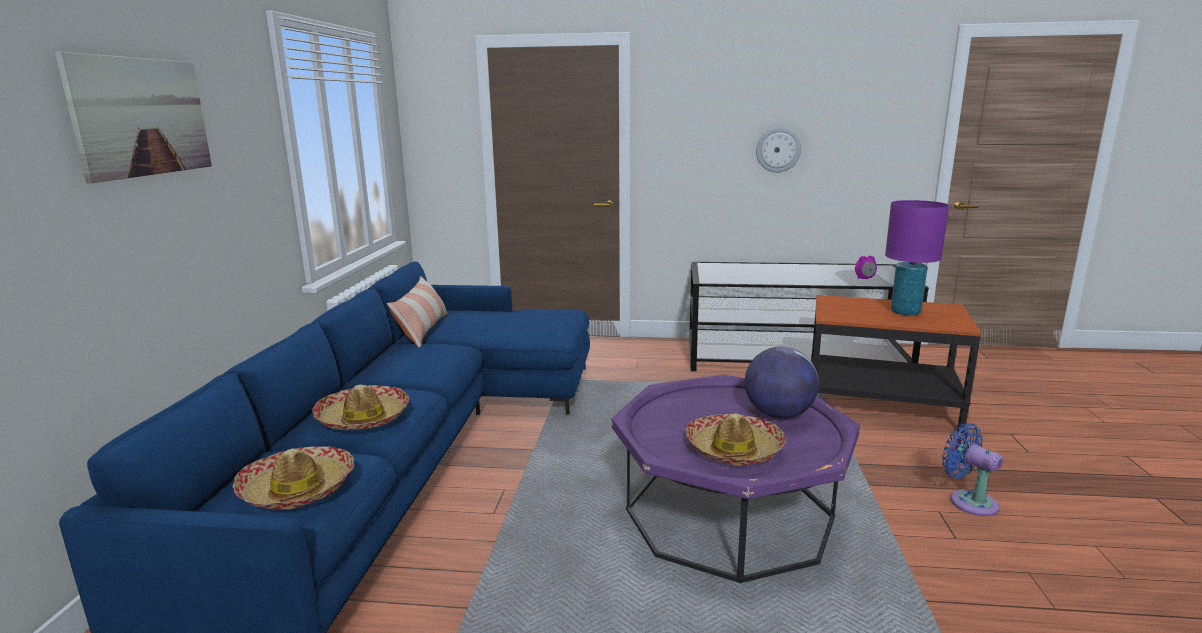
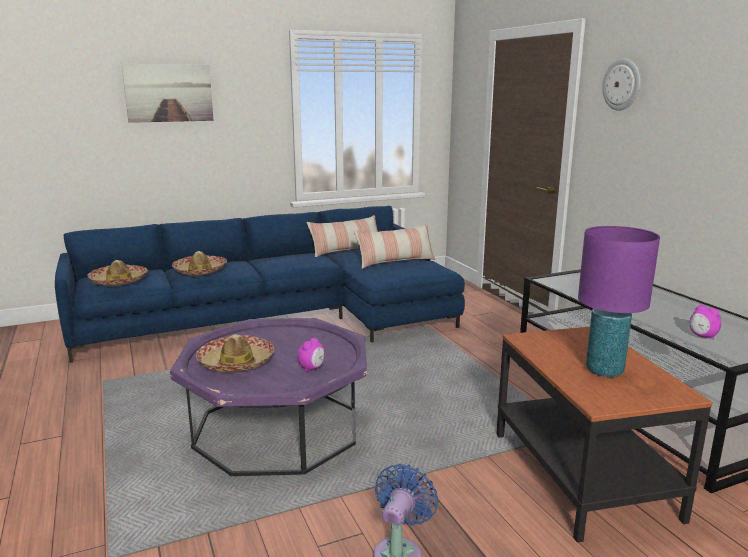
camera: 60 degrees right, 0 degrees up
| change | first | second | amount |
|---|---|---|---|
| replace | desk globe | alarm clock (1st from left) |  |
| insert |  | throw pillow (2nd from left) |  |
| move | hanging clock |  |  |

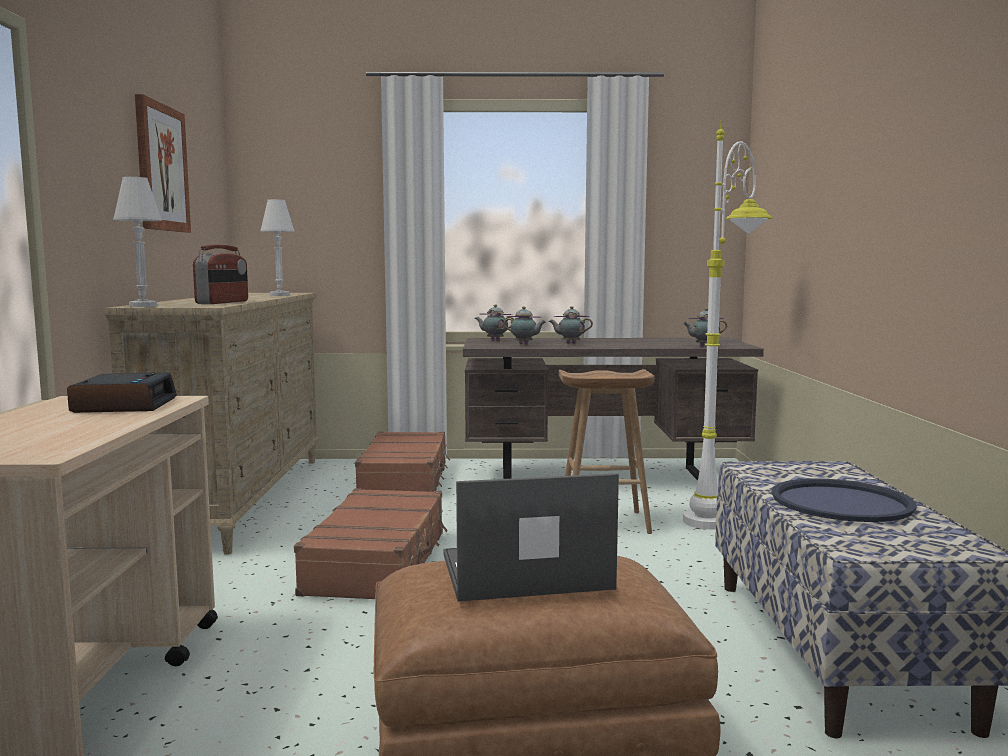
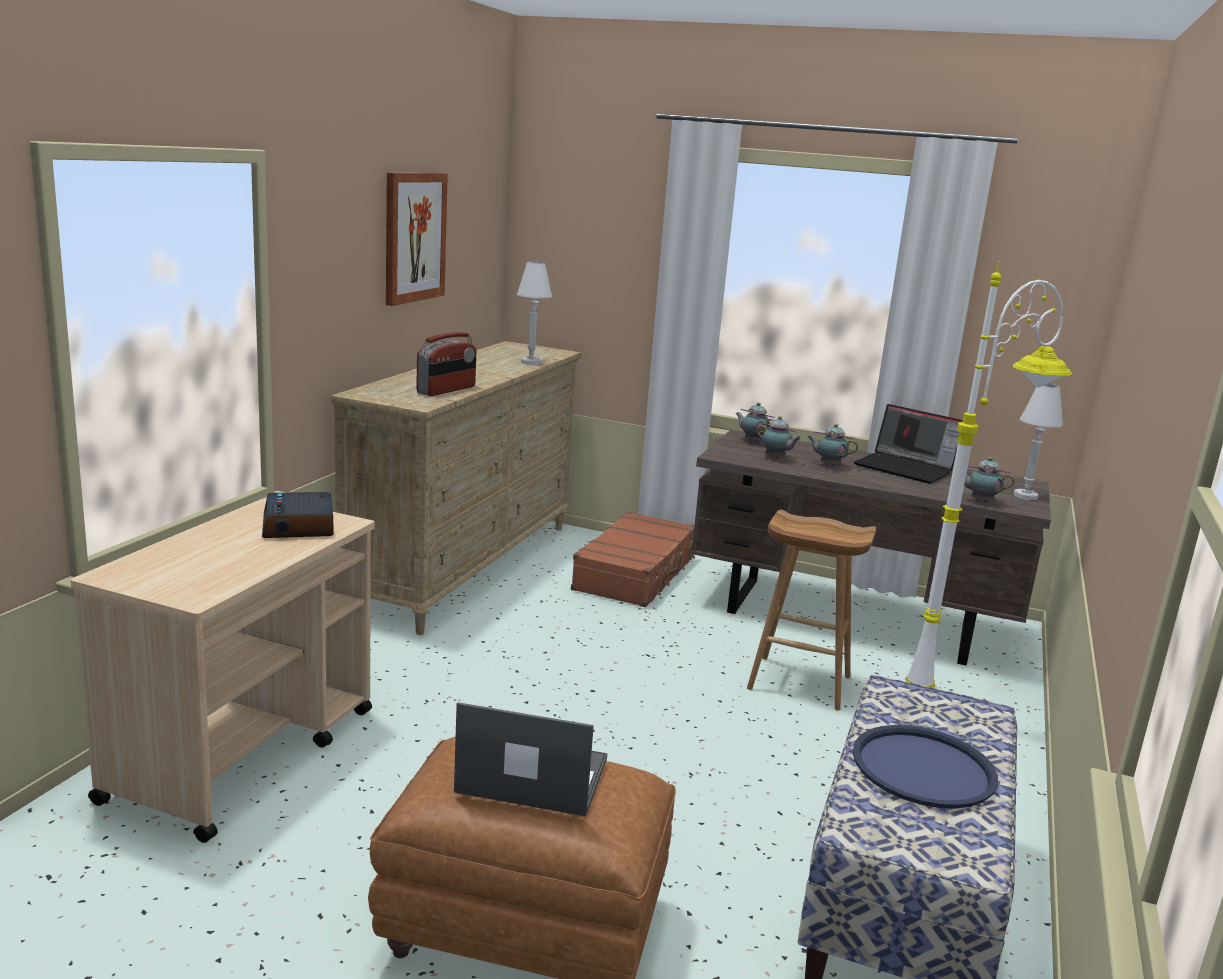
camera: 20 degrees right, 10 degrees up
| change | first | second | amount |
|---|---|---|---|
| rotate | alarm clock |  | 150 degrees clockwise |
| insert |  | portable computer (2nd from left) |  |
| move | lamp for a table/whitish (1st from left in the first image) | lamp for a table/whitish (2nd from left) |  |
| delete | suitcase/brown (1st from left) |  |  |

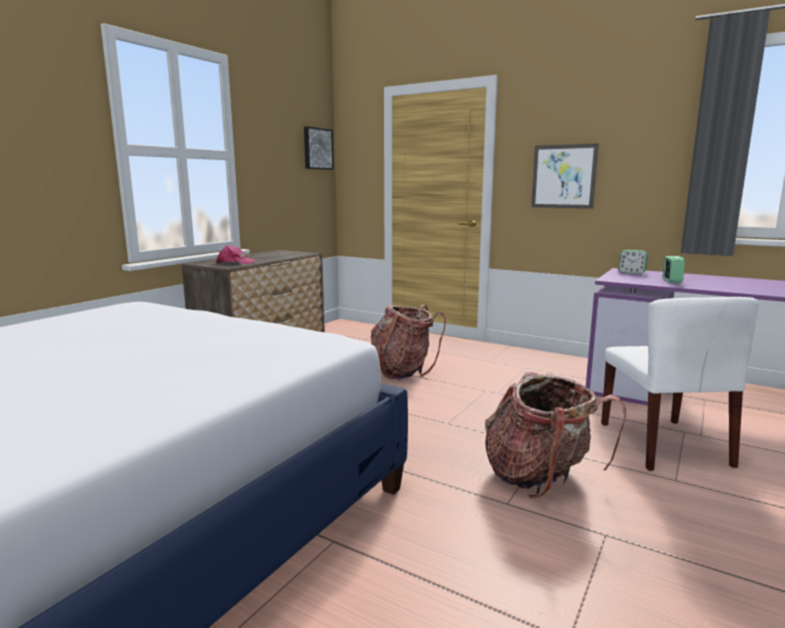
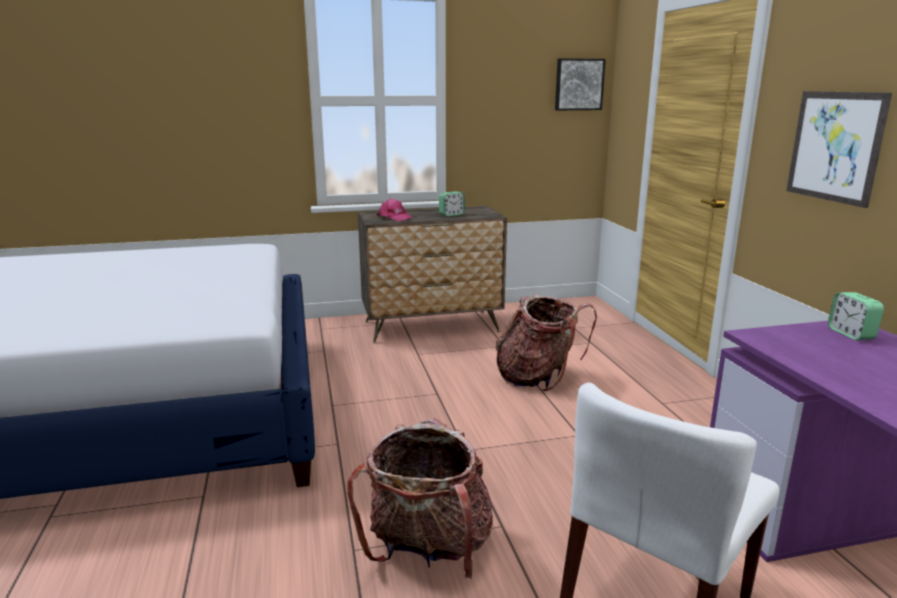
camera: 45 degrees right, 5 degrees up
| change | first | second | amount |
|---|---|---|---|
| move | alarm clock (2nd from left in the first image) | alarm clock (1st from left) |  |

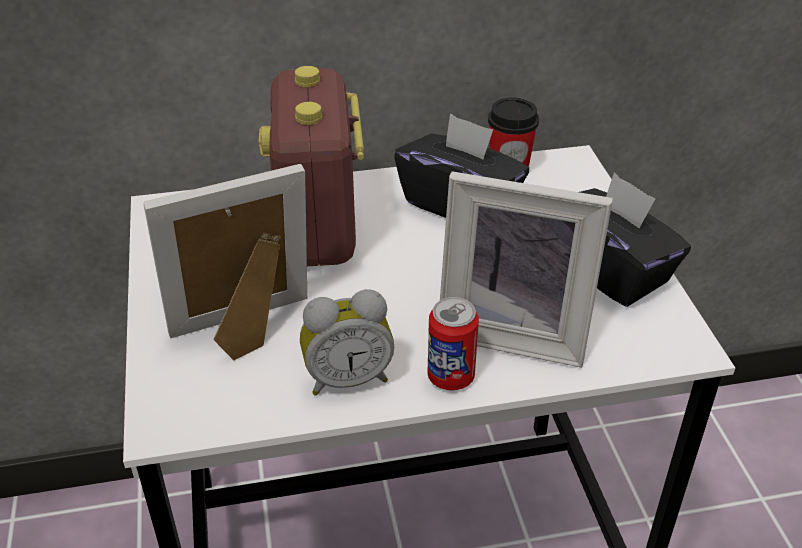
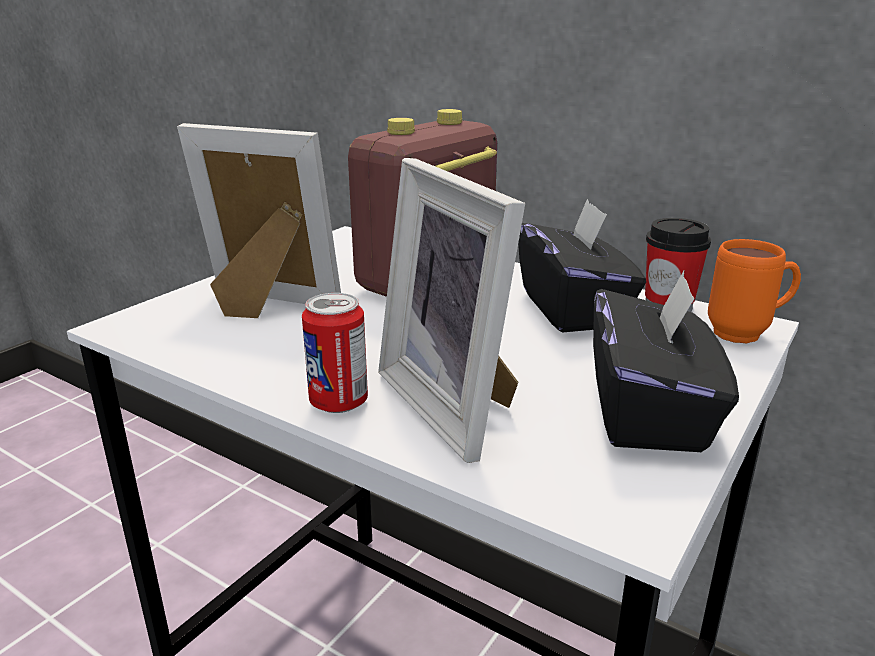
camera: 45 degrees right, 15 degrees down
| change | first | second | amount |
|---|---|---|---|
| insert |  | tea mug/orangey |  |
| delete | alarm clock |  |  |

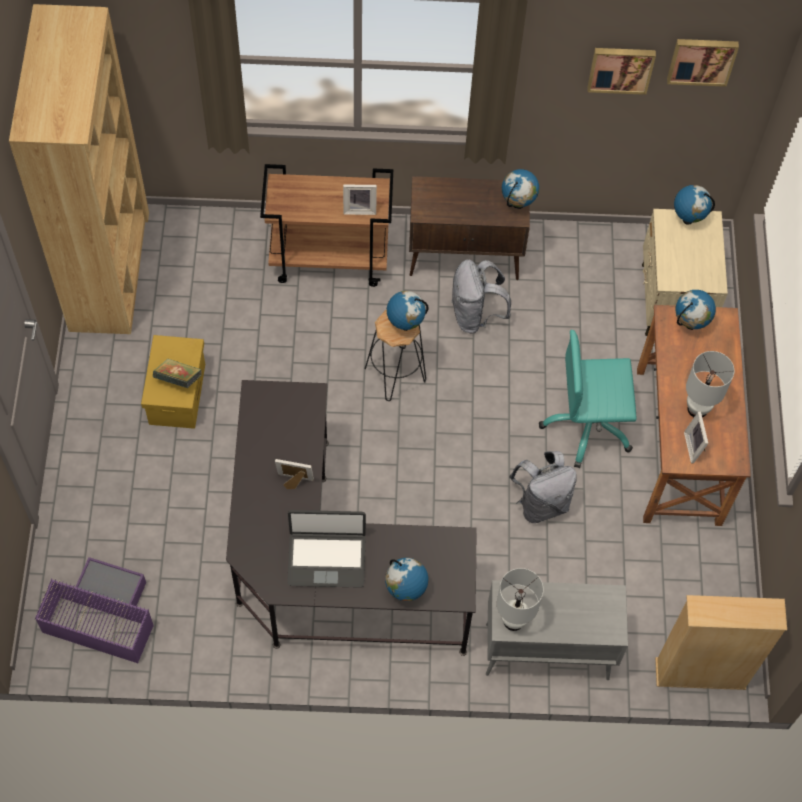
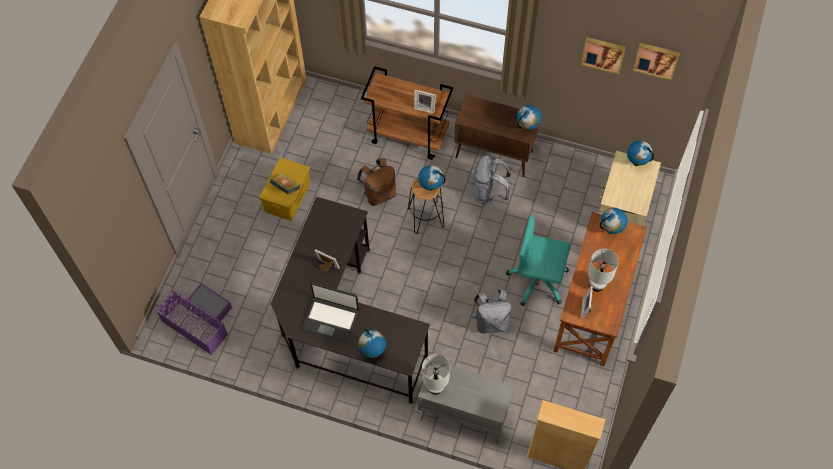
camera: 20 degrees right, 0 degrees up
| change | first | second | amount |
|---|---|---|---|
| insert |  | rucksack/brown |  |

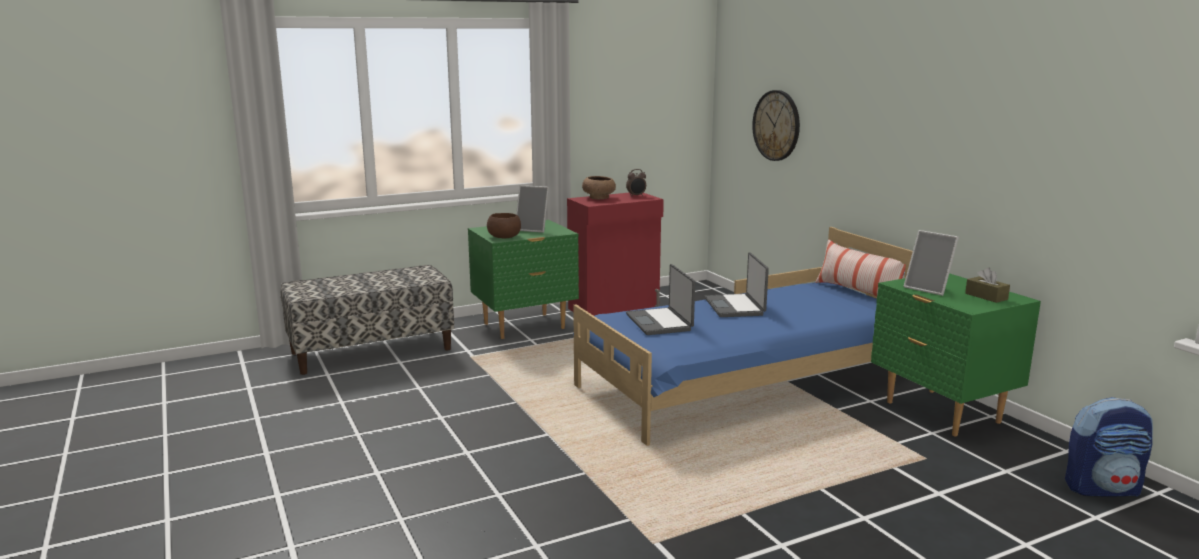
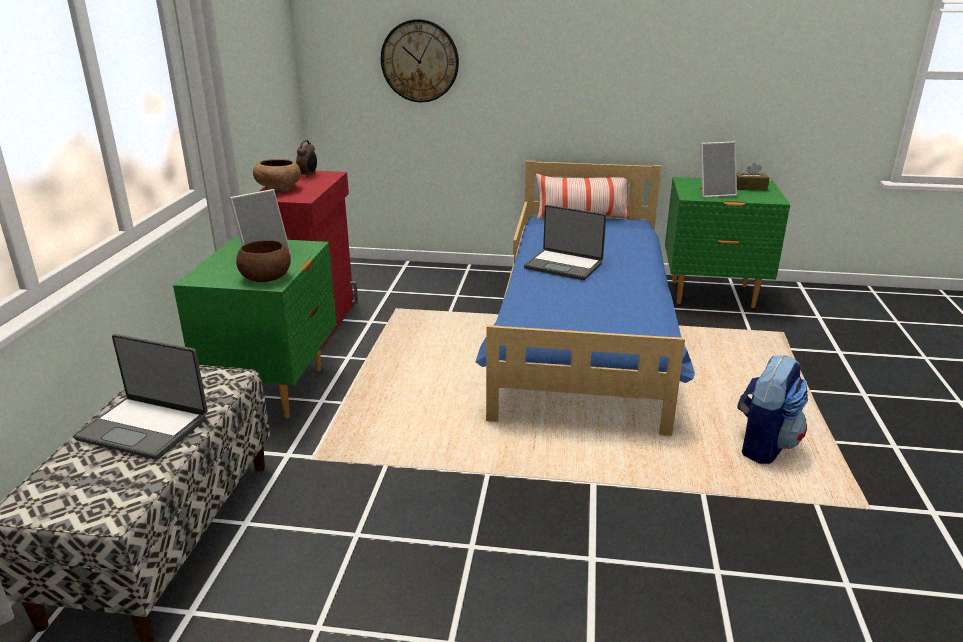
camera: 55 degrees left, 10 degrees up
| change | first | second | amount |
|---|---|---|---|
| move | portable computer (1st from left) |  |  |
| move | rucksack |  |  |

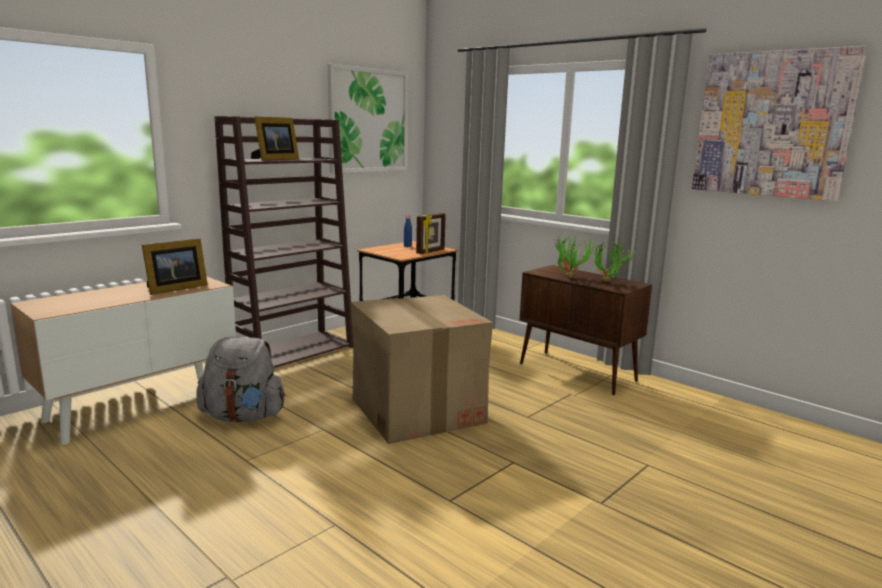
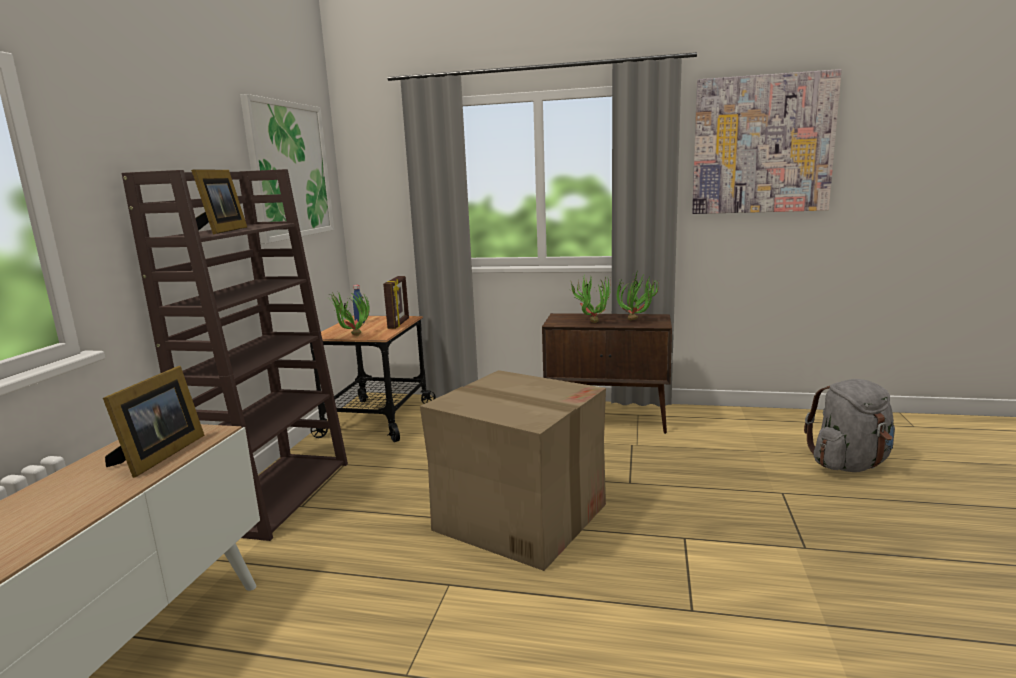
camera: 30 degrees left, 0 degrees up
| change | first | second | amount |
|---|---|---|---|
| insert |  | plant in a pot (1st from left) |  |
| move | rucksack/greyish |  |  |

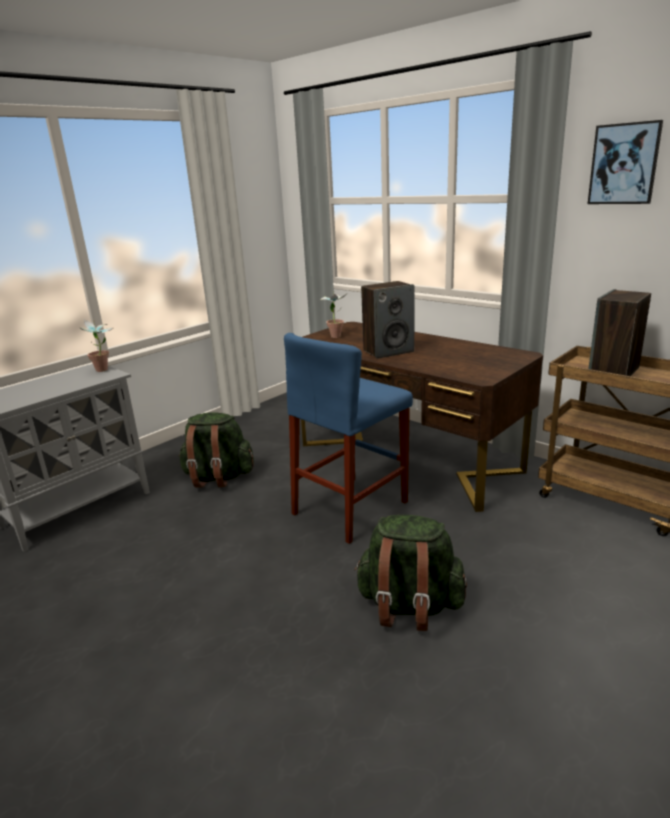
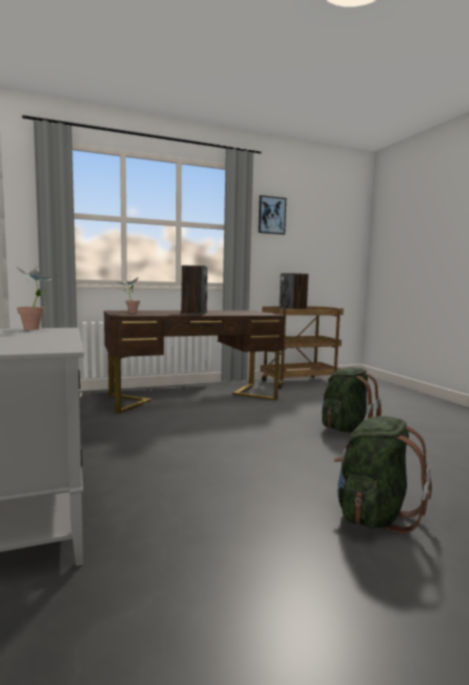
camera: 65 degrees left, 15 degrees down
| change | first | second | amount |
|---|---|---|---|
| move | rucksack/greenish (1st from left in the first image) | rucksack/greenish (2nd from left) |  |
| delete | stool seat/blue |  |  |

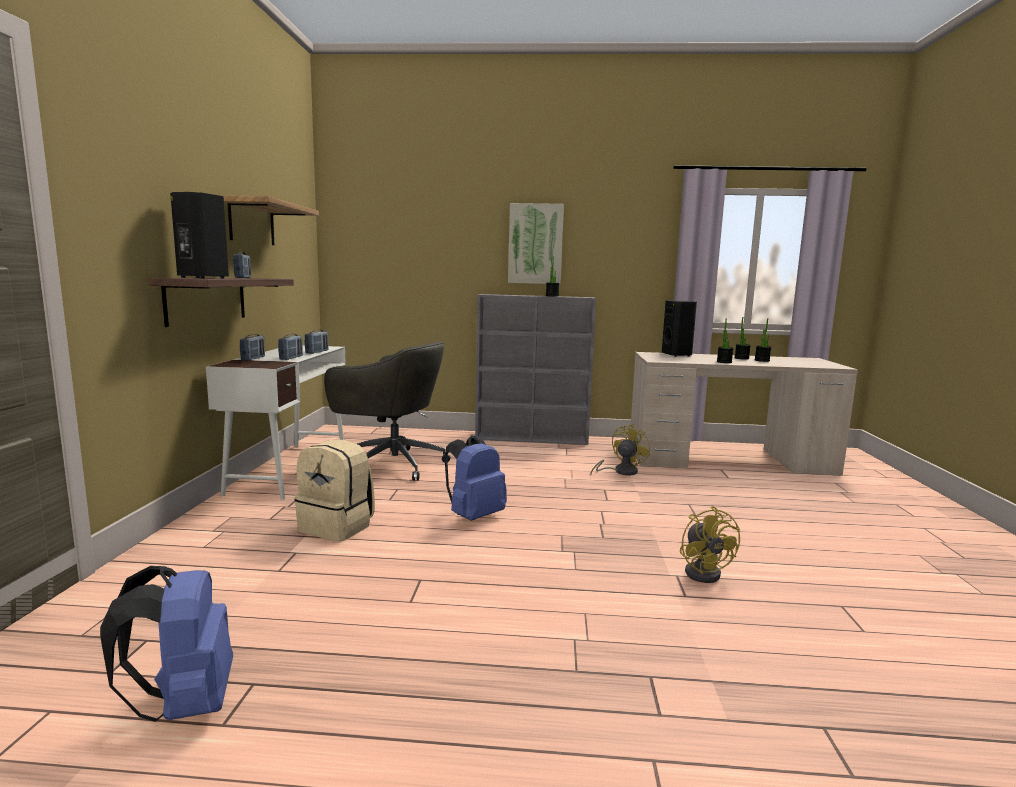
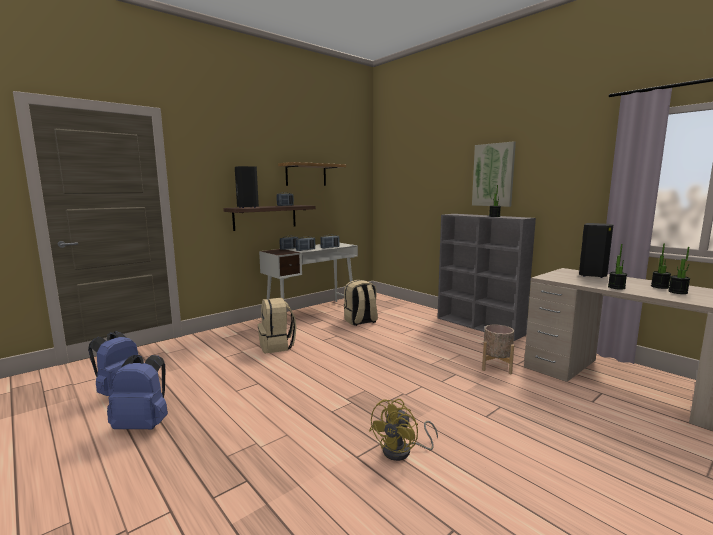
camera: 45 degrees right, 0 degrees up
| change | first | second | amount |
|---|---|---|---|
| move | rucksack/blue (2nd from left) |  |  |
| replace | desk chair/greyish | rucksack/beige (2nd from left) |  |
| replace | electric fan/yellowish (1st from left) | planter/beige |  |

